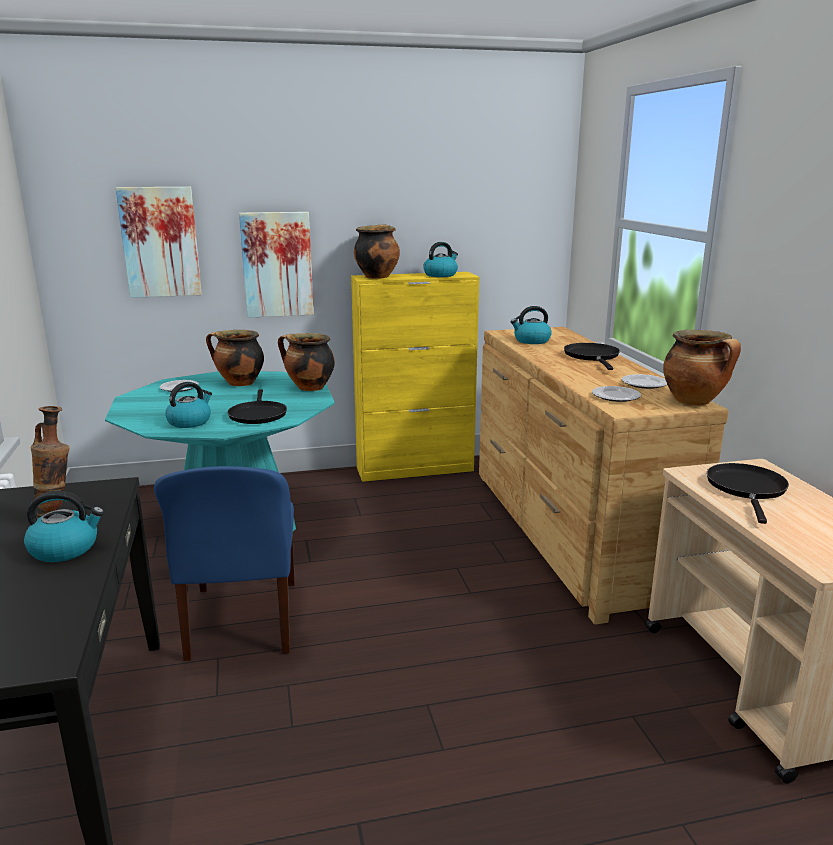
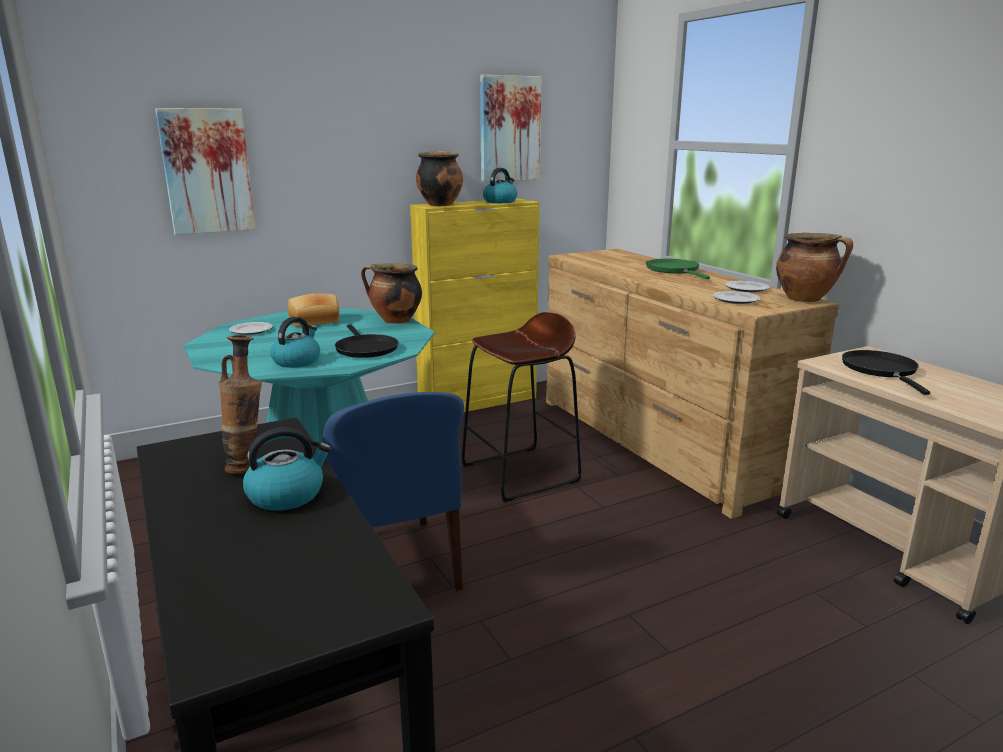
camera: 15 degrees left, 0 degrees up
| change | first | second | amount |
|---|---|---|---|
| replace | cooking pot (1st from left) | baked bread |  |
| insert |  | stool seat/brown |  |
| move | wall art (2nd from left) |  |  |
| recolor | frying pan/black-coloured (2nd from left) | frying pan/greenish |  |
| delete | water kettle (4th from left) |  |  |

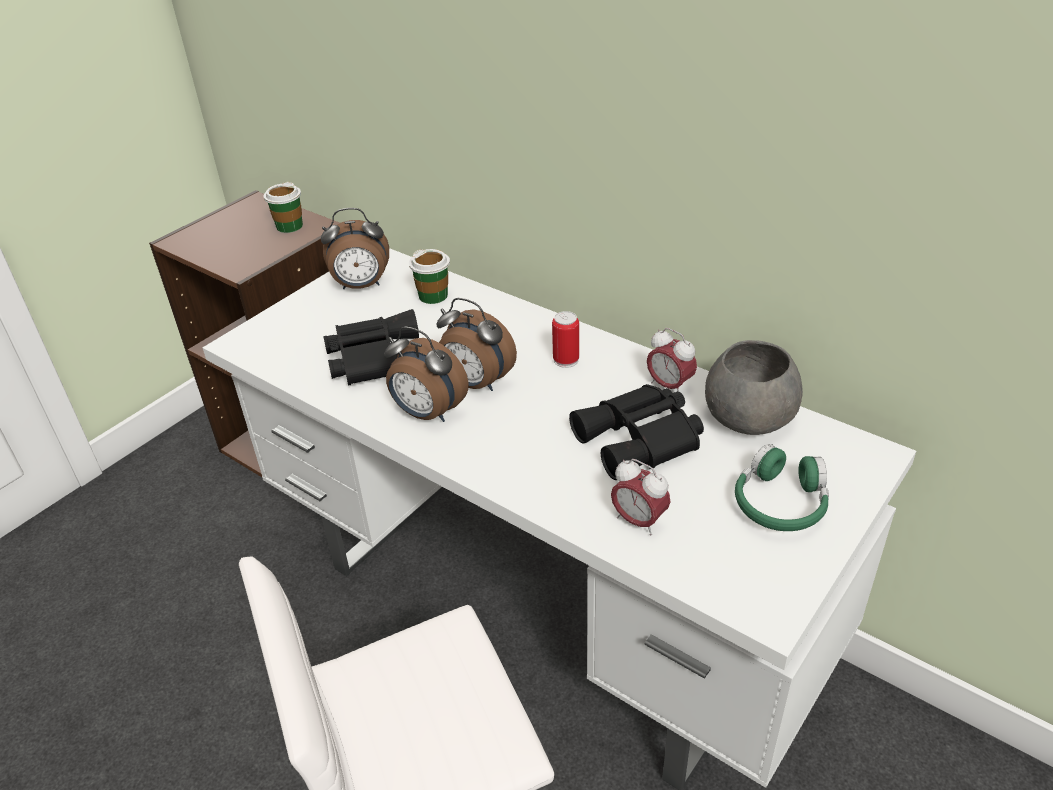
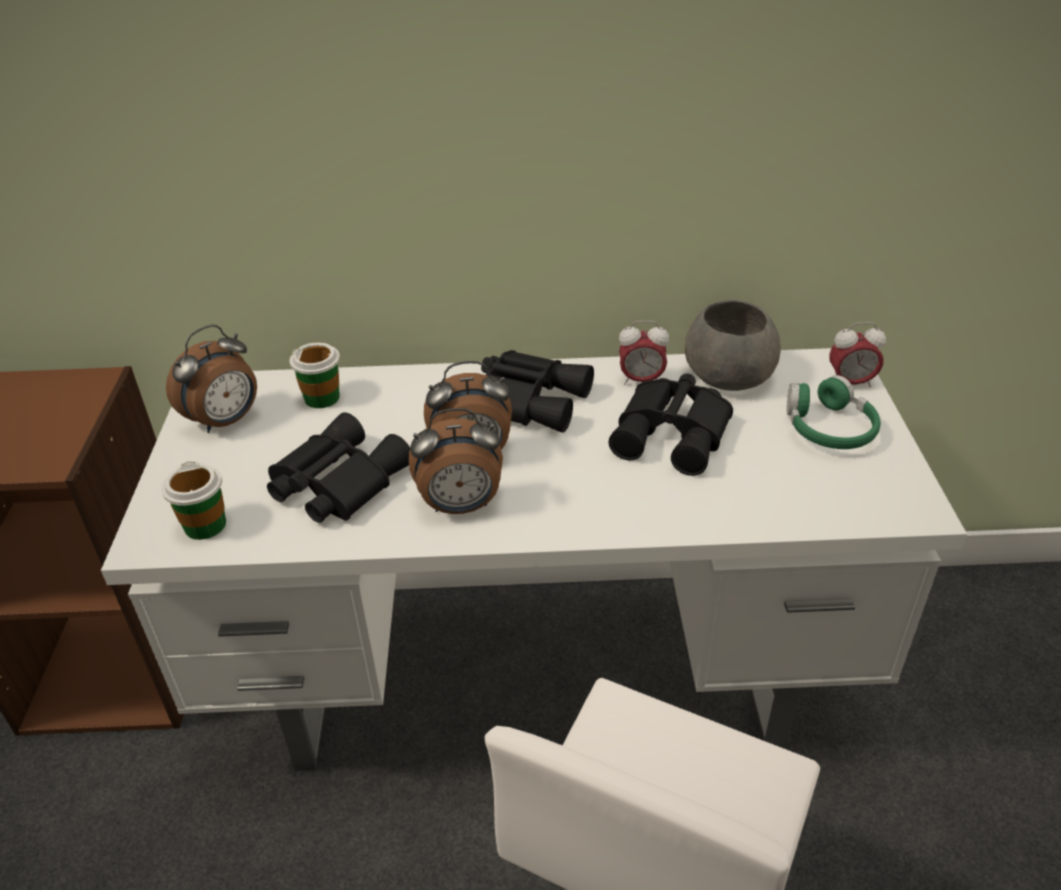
camera: 40 degrees left, 0 degrees up
| change | first | second | amount |
|---|---|---|---|
| move | cup (1st from left) |  |  |
| replace | sealed can | binoculars/black-coloured (2nd from left) |  |
| move | alarm clock (4th from left in the first image) | alarm clock (5th from left) |  |

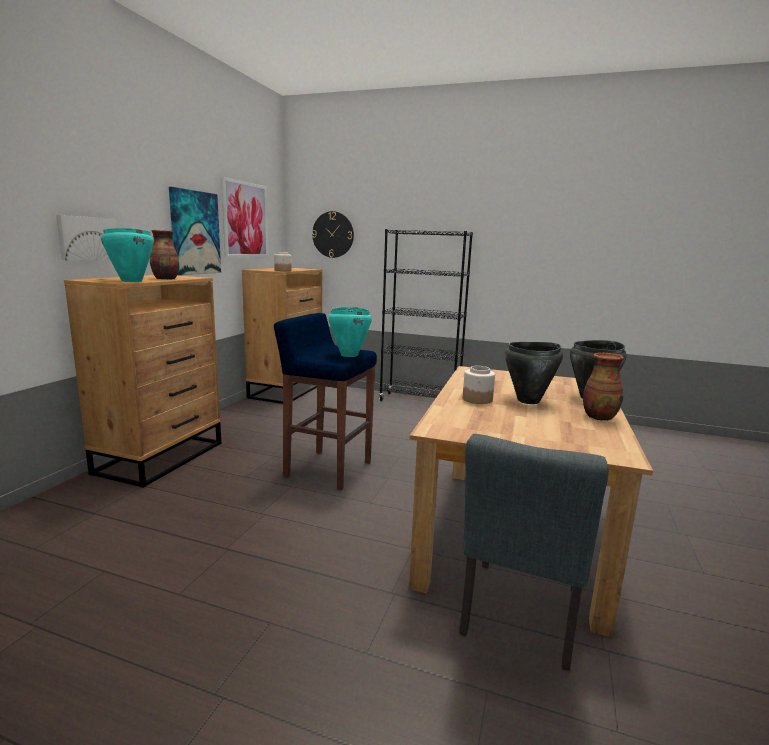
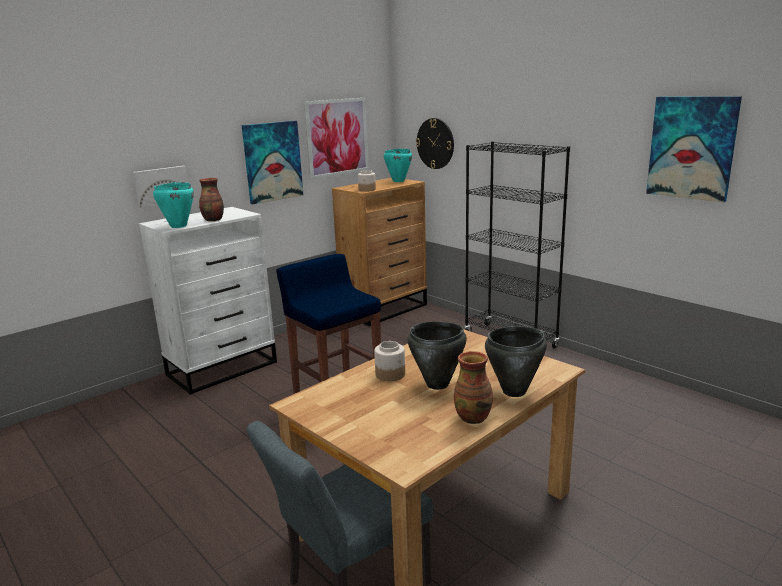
camera: 30 degrees right, 5 degrees up
| change | first | second | amount |
|---|---|---|---|
| recolor | chest of drawers/brown (1st from left) | chest of drawers/whitish |  |
| move | cooking pot/turquoise-coloured (2nd from left) |  |  |
| insert |  | wall art (4th from left) |  |

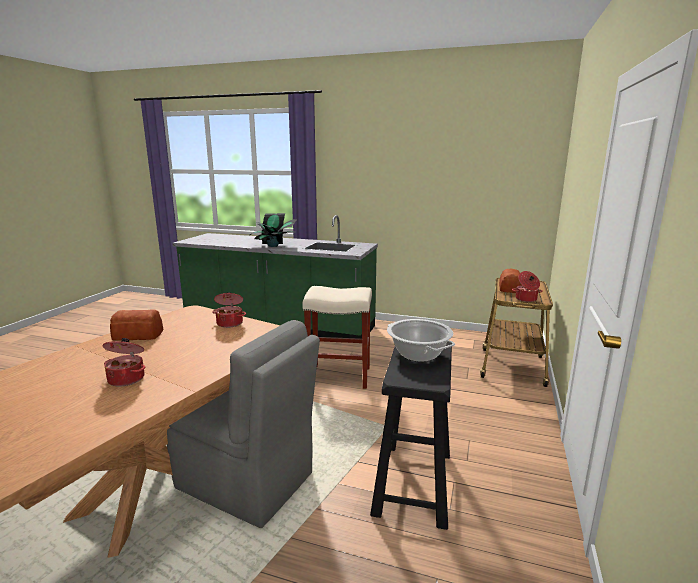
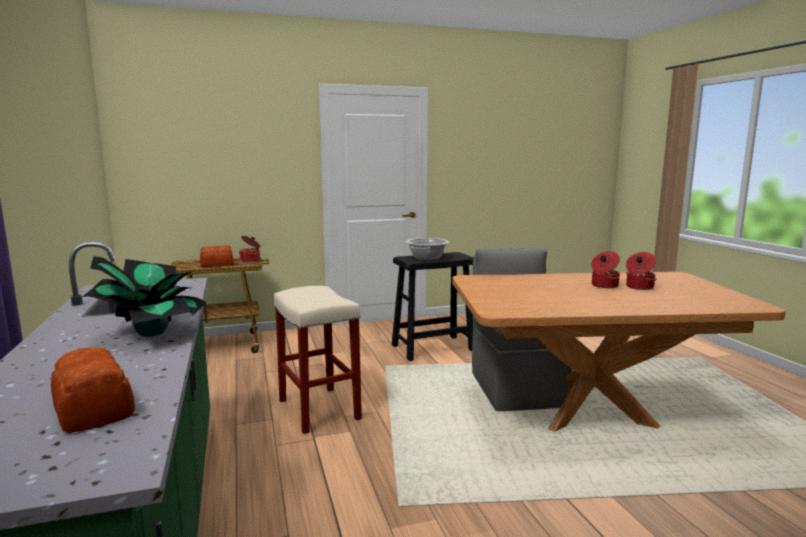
camera: 125 degrees left, 5 degrees down
| change | first | second | amount |
|---|---|---|---|
| move | baked bread (1st from left) |  |  |
| move | cooking pot (2nd from left in the first image) | cooking pot (4th from left) |  |

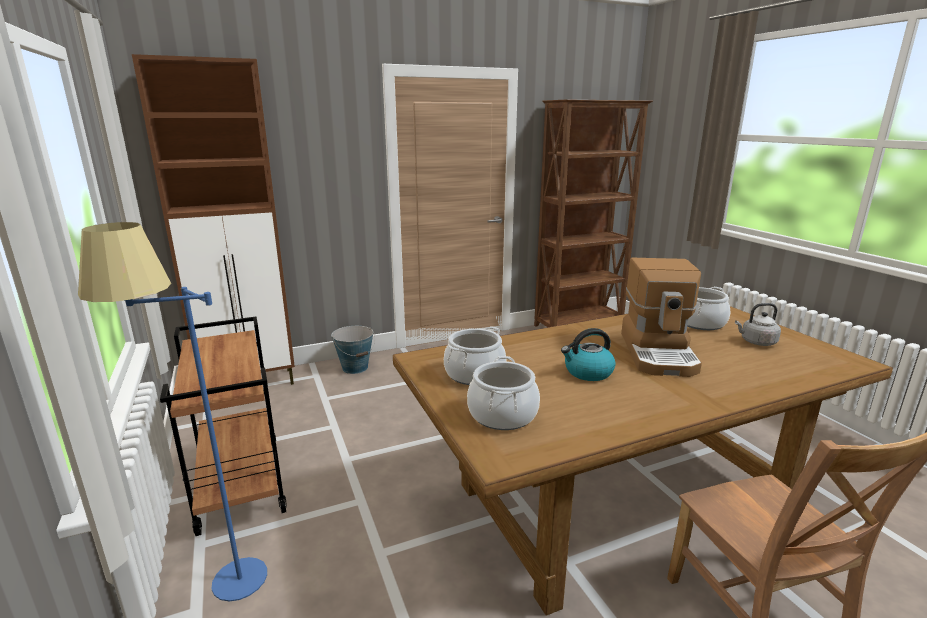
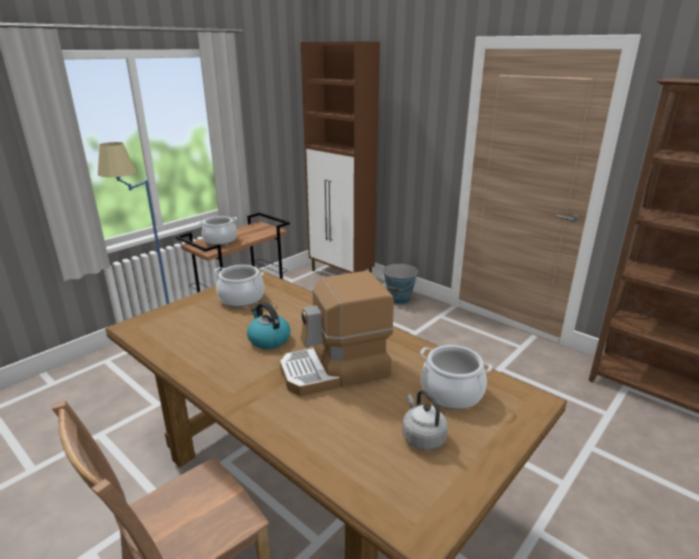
camera: 65 degrees right, 5 degrees up
| change | first | second | amount |
|---|---|---|---|
| move | cooking pot (2nd from left in the first image) | cooking pot (1st from left) |  |

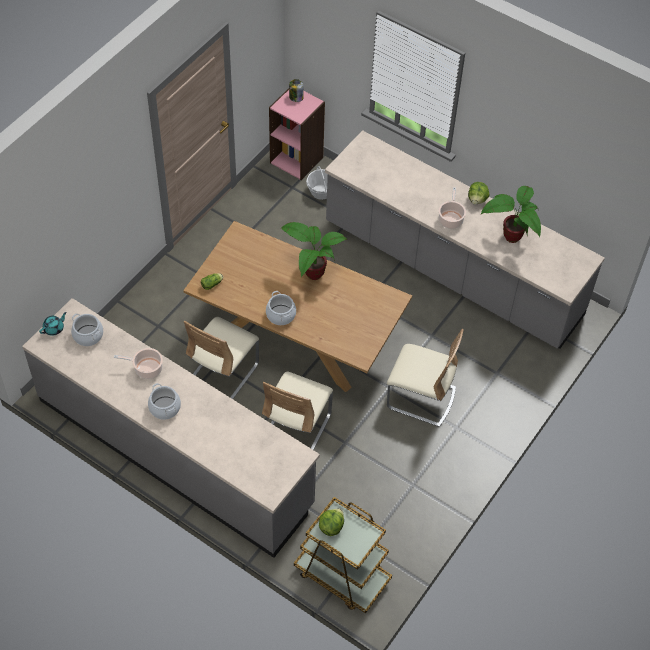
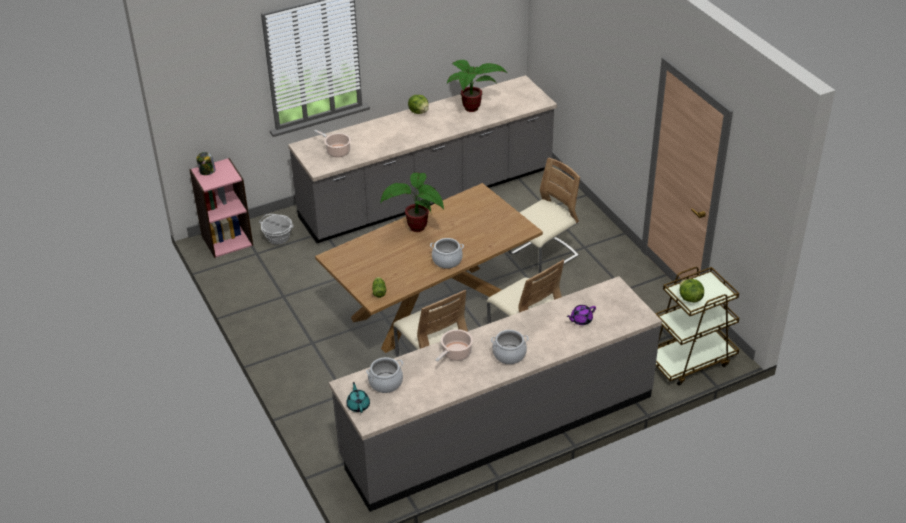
camera: 60 degrees left, 15 degrees down
| change | first | second | amount |
|---|---|---|---|
| move | cooking pot (5th from left in the first image) | cooking pot (1st from left) |  |
| insert |  | teapot/purple-coloured |  |

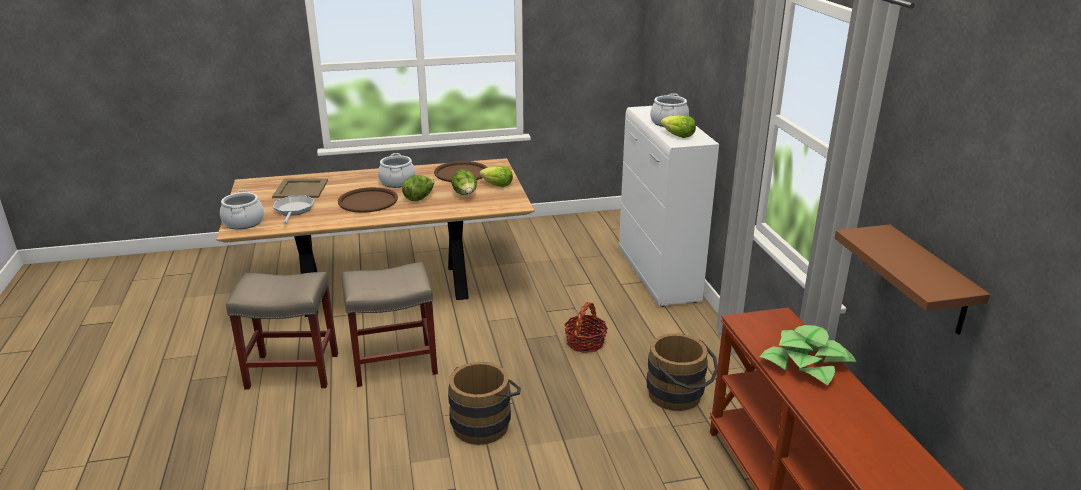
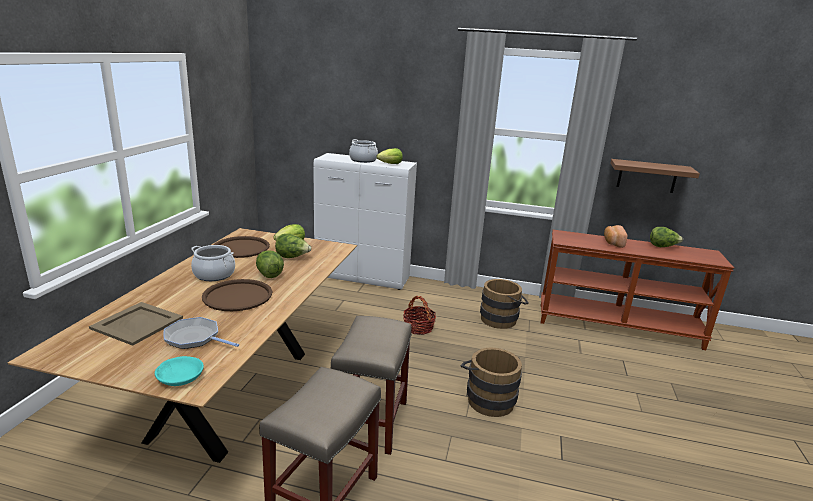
camera: 65 degrees left, 5 degrees down
| change | first | second | amount |
|---|---|---|---|
| replace | cooking pot (1st from left) | deep dish/turquoise-coloured |  |
| replace | plant in a pot | baked bread |  |
| insert |  | lettuce head (5th from left) |  |

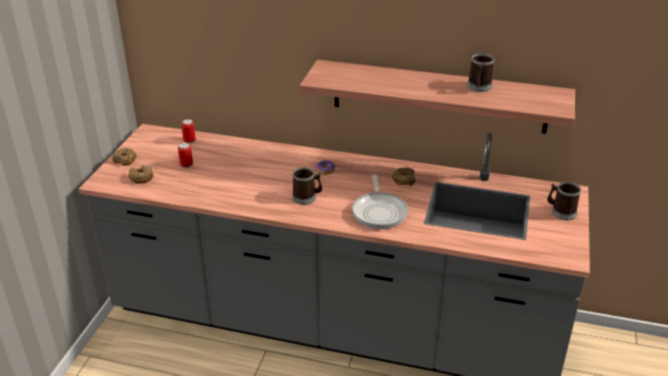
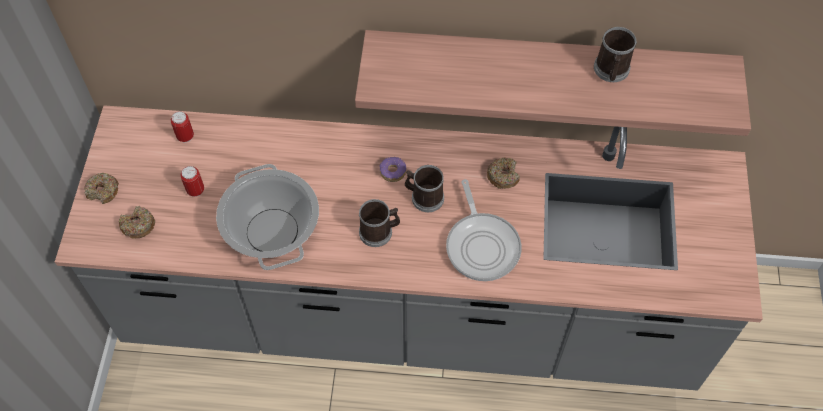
camera: 10 degrees left, 25 degrees up
| change | first | second | amount |
|---|---|---|---|
| insert |  | cooking pot |  |
| move | tea mug (3rd from left in the first image) | tea mug (2nd from left) |  |

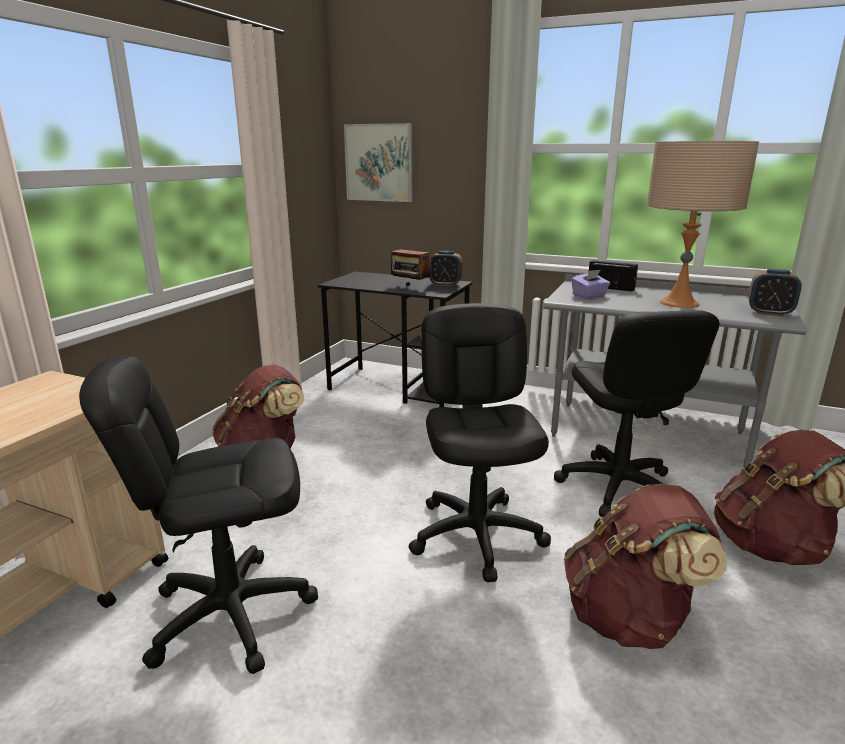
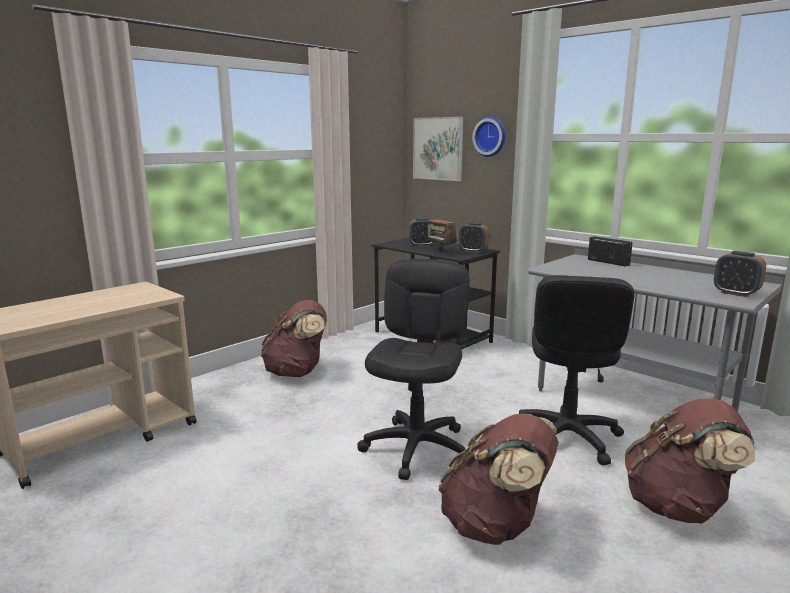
camera: 20 degrees right, 5 degrees down
| change | first | second | amount |
|---|---|---|---|
| insert |  | alarm clock (1st from left) |  |
| insert |  | hanging clock |  |
| delete | desk chair/black-coloured (1st from left) |  |  |
| delete | tissue box/purple-coloured |  |  |
| delete | lamp for a table/beige |  |  |

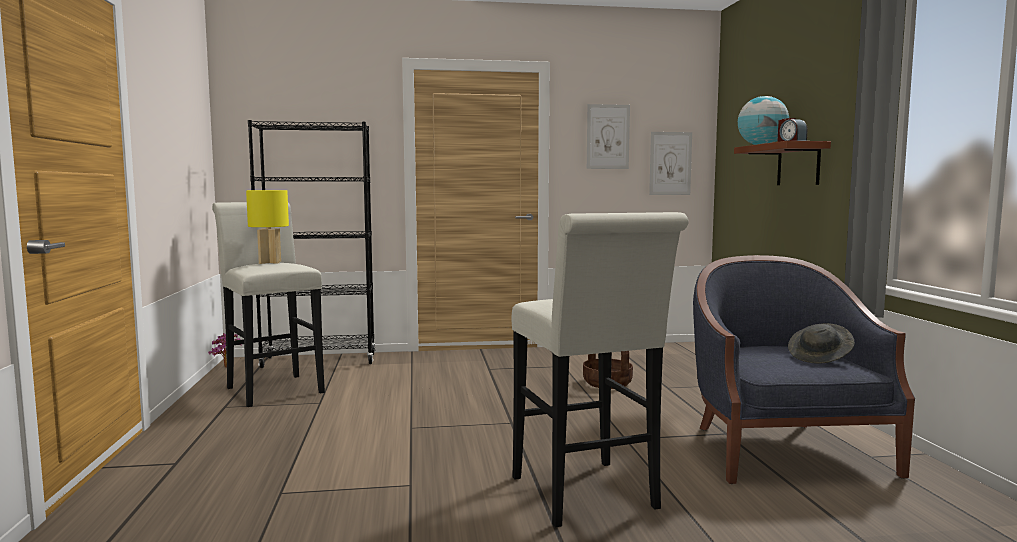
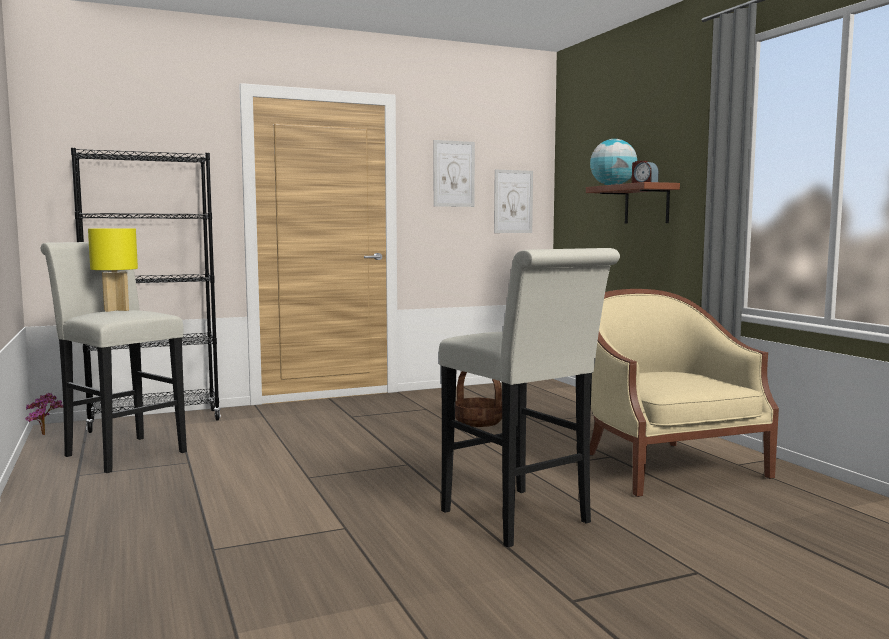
camera: 15 degrees left, 0 degrees up
| change | first | second | amount |
|---|---|---|---|
| recolor | lounge chair/blue | lounge chair/beige |  |
| delete | hat/greyish |  |  |

